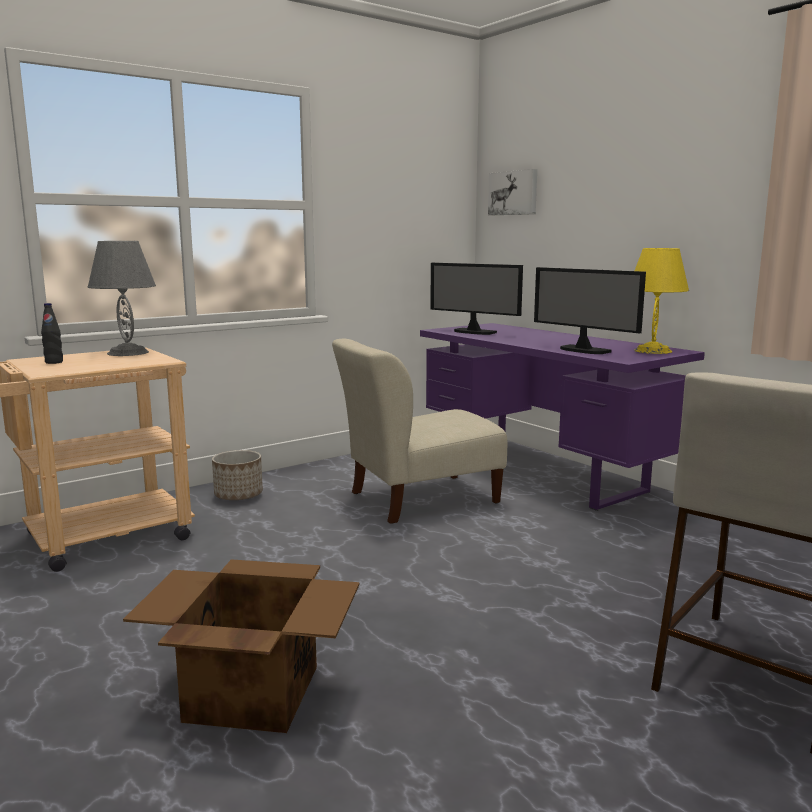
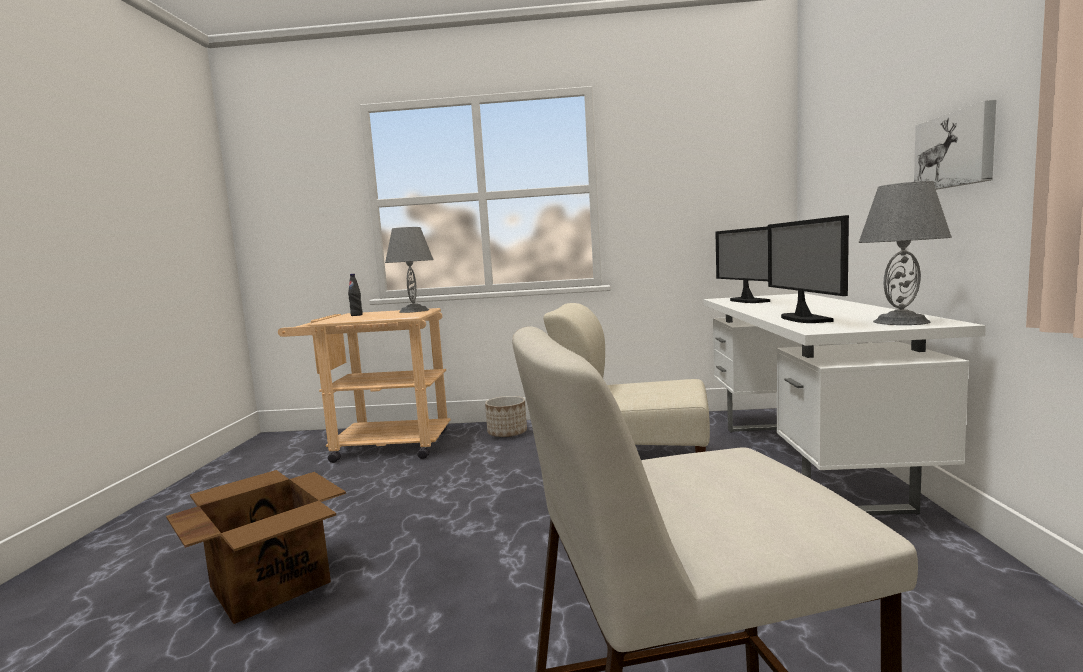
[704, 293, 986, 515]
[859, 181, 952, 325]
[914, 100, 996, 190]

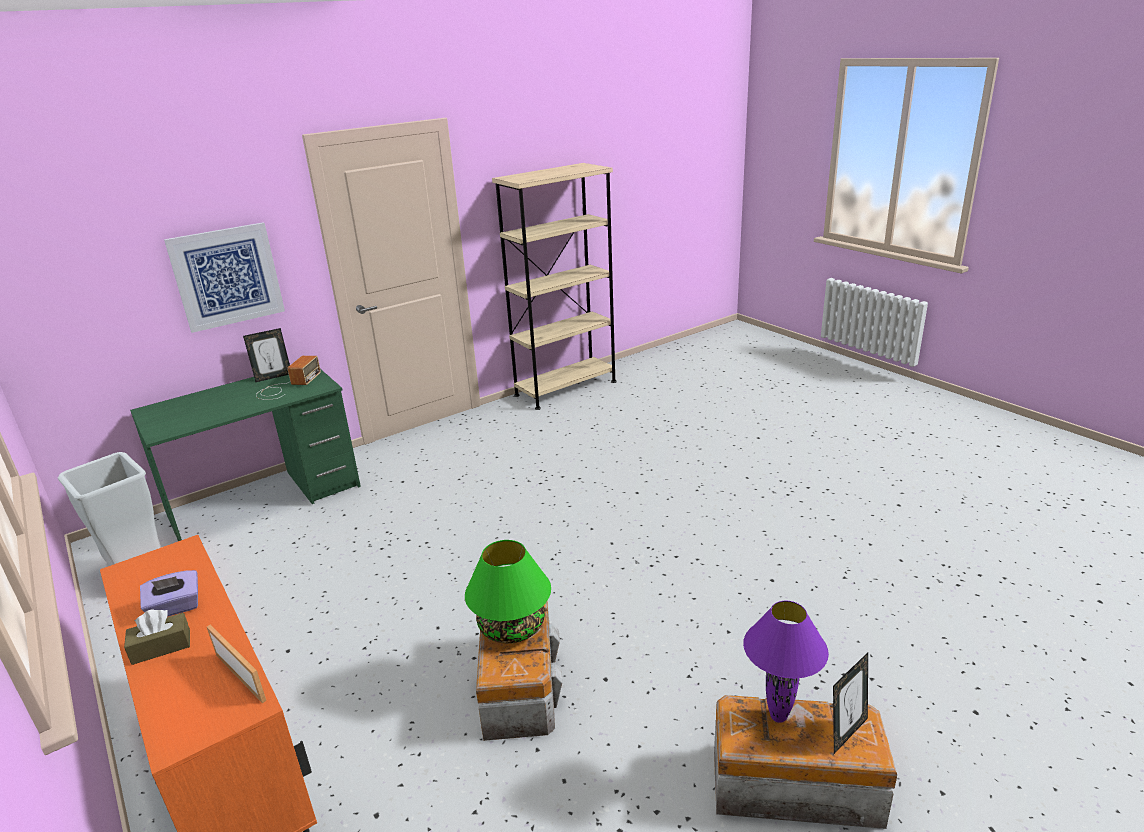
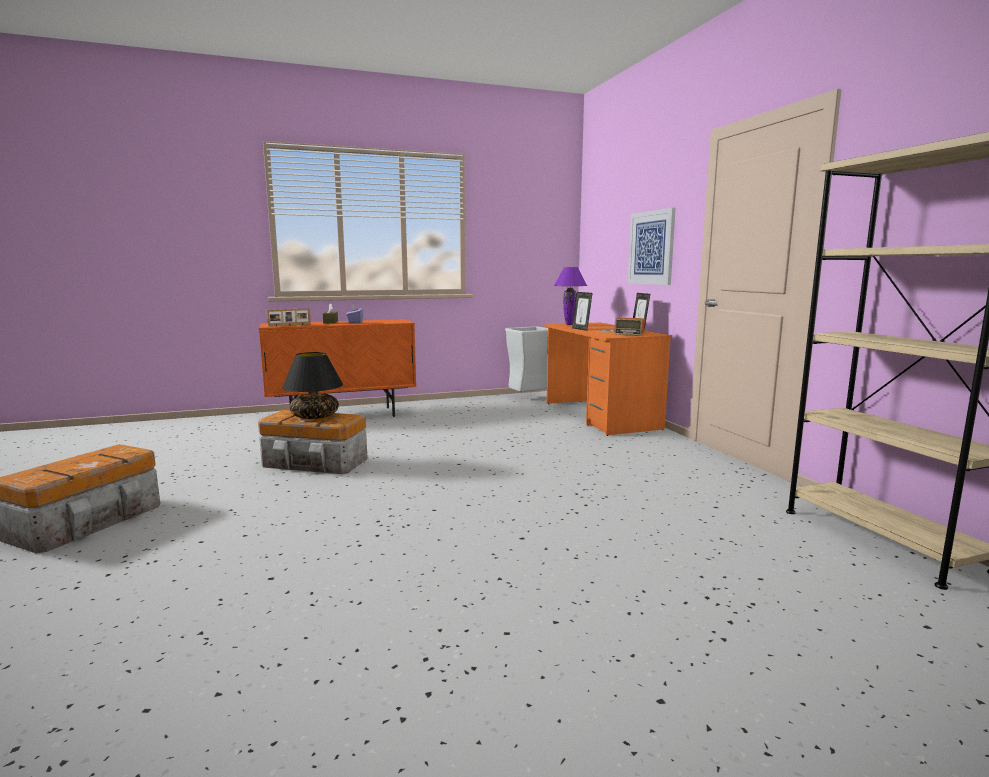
[282, 352, 343, 419]
[544, 322, 672, 436]
[554, 267, 587, 325]
[572, 292, 592, 331]

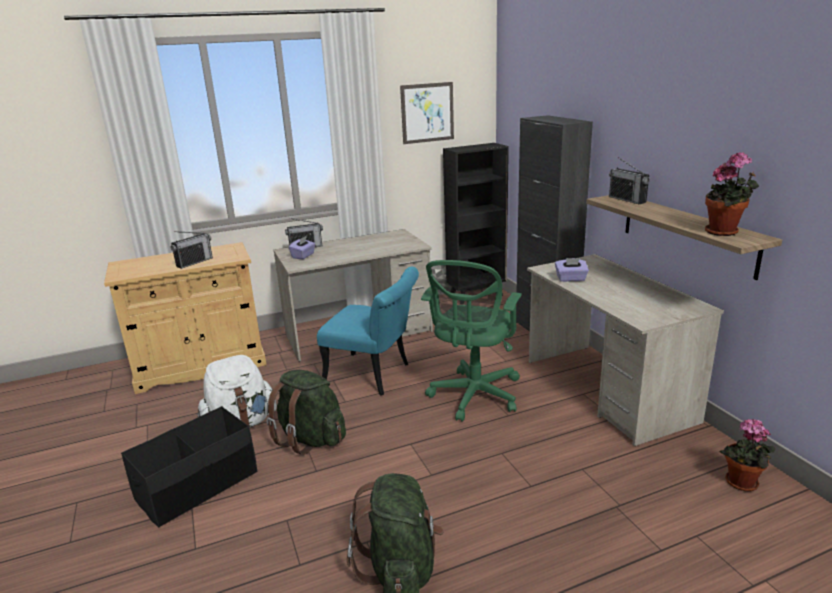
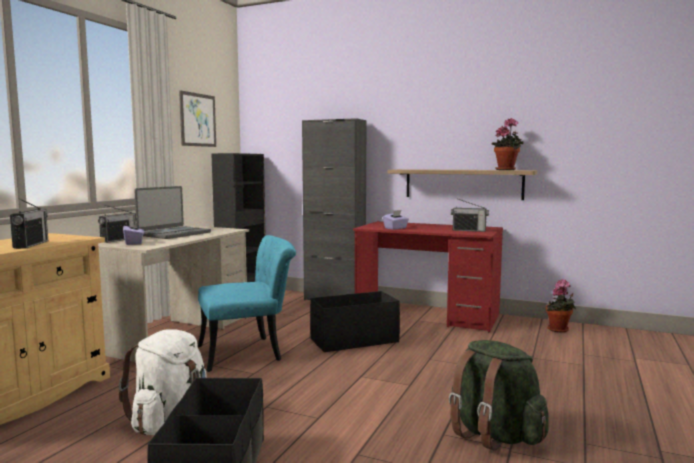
[134, 186, 211, 239]
[310, 291, 400, 353]
[353, 221, 503, 332]
[451, 198, 489, 232]
[267, 370, 346, 455] (first image)

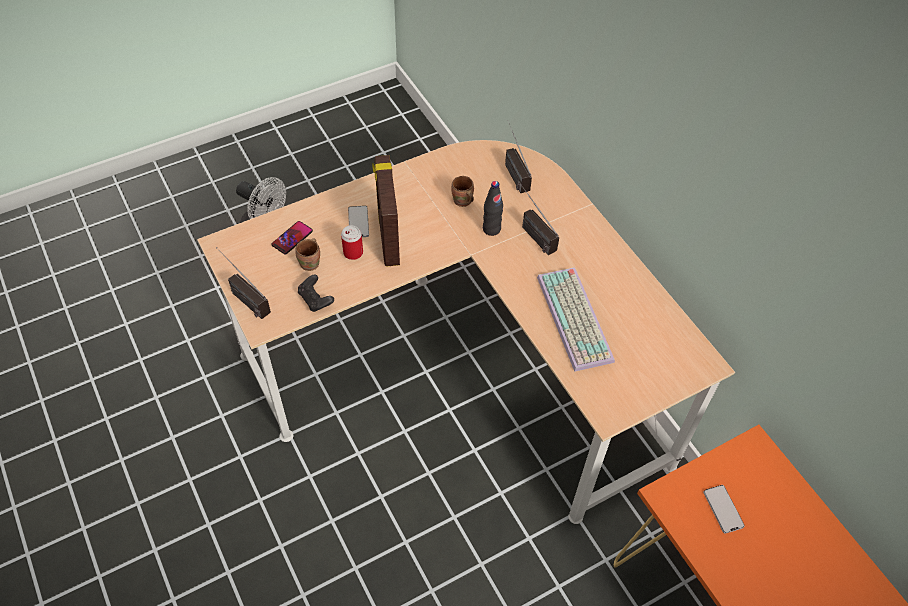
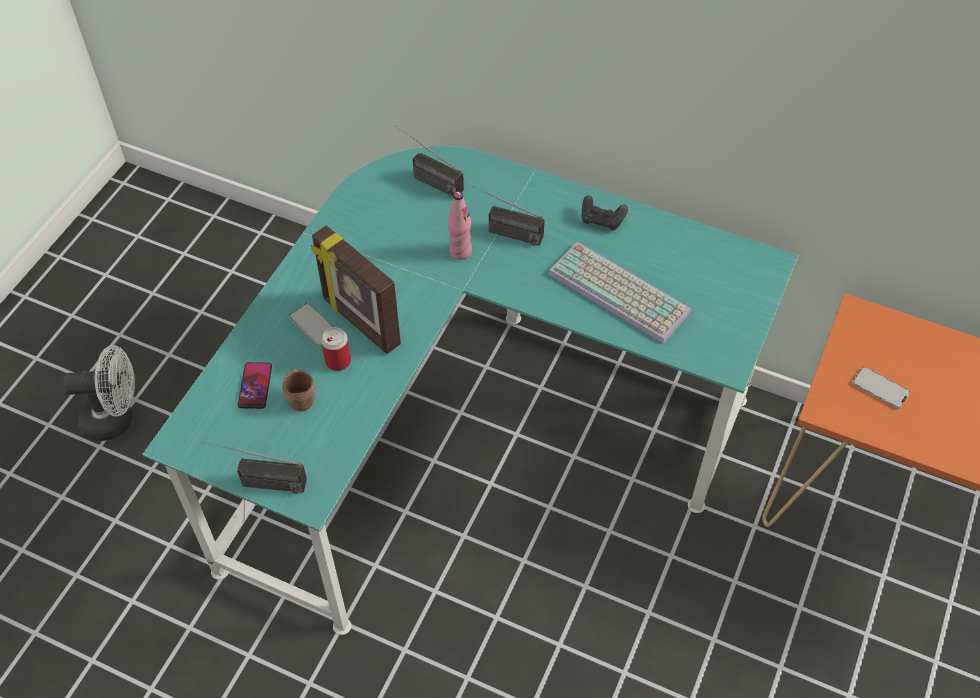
[142, 146, 798, 635]
[448, 192, 472, 260]
[582, 196, 628, 231]
[451, 176, 474, 207] (first image)

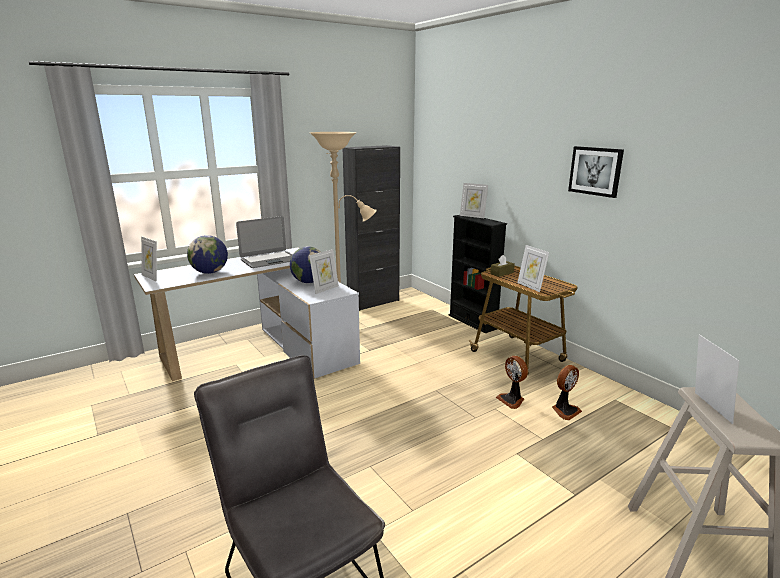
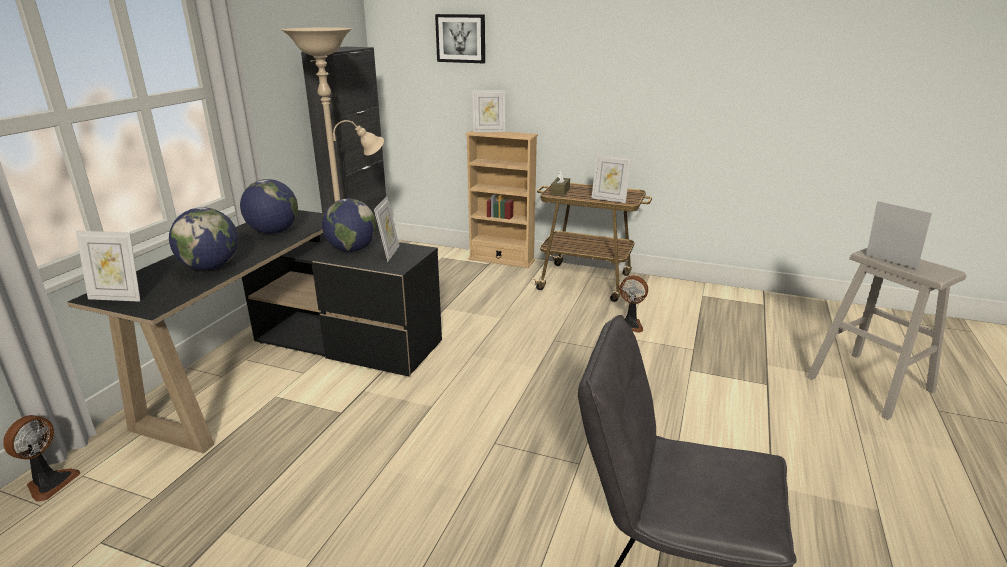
[3, 415, 80, 502]
[67, 210, 442, 454]
[240, 179, 298, 234]
[435, 14, 485, 63]
[465, 130, 538, 268]

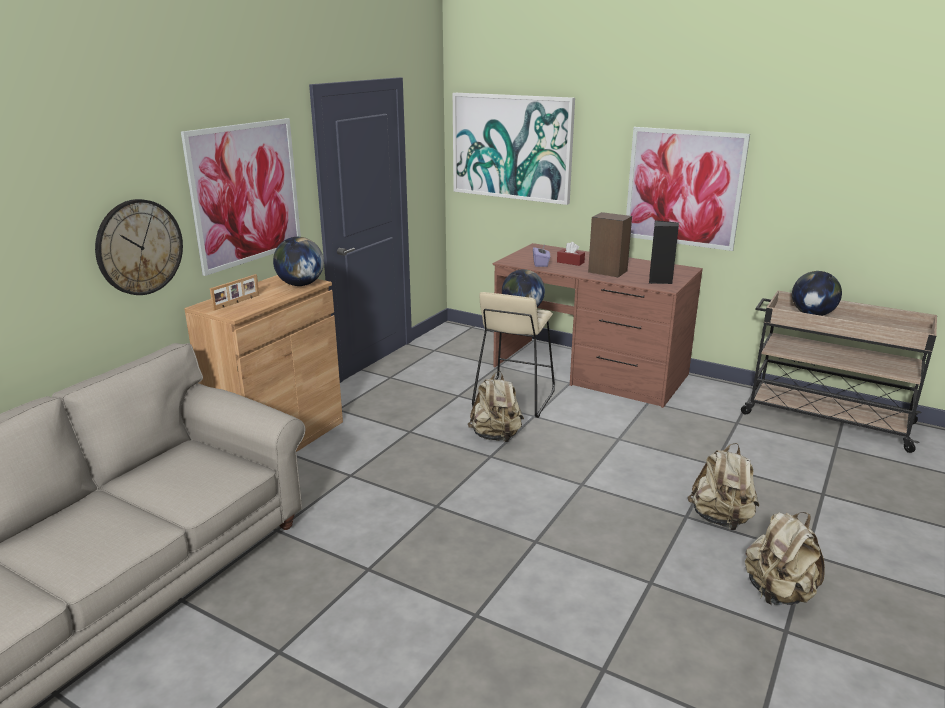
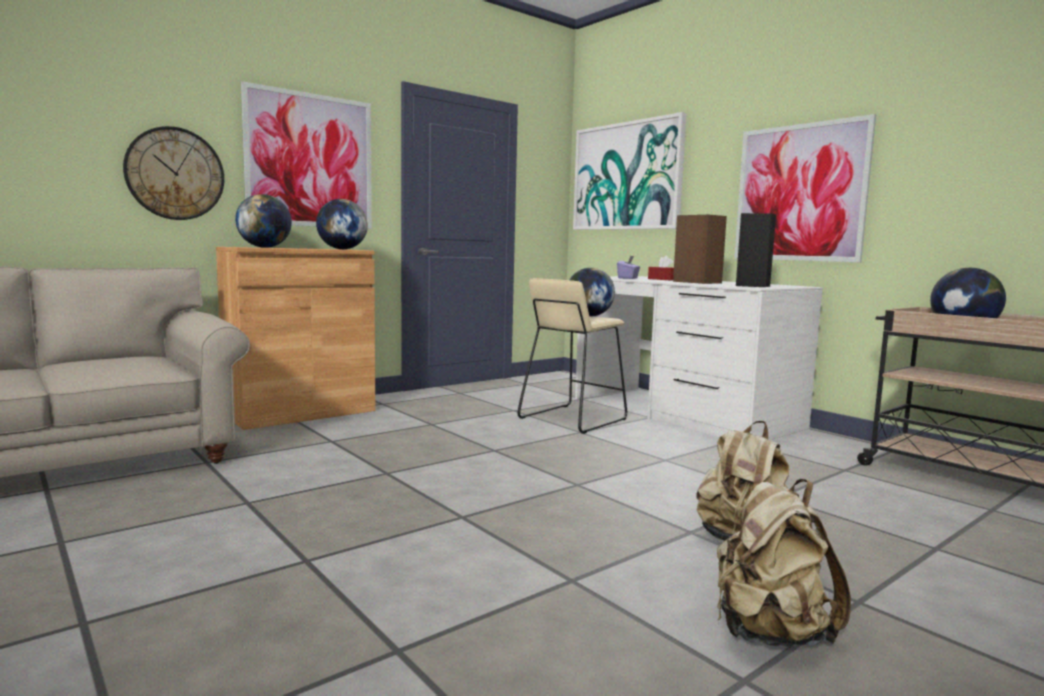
[235, 194, 292, 248]
[575, 276, 823, 440]
[468, 371, 524, 442] (first image)

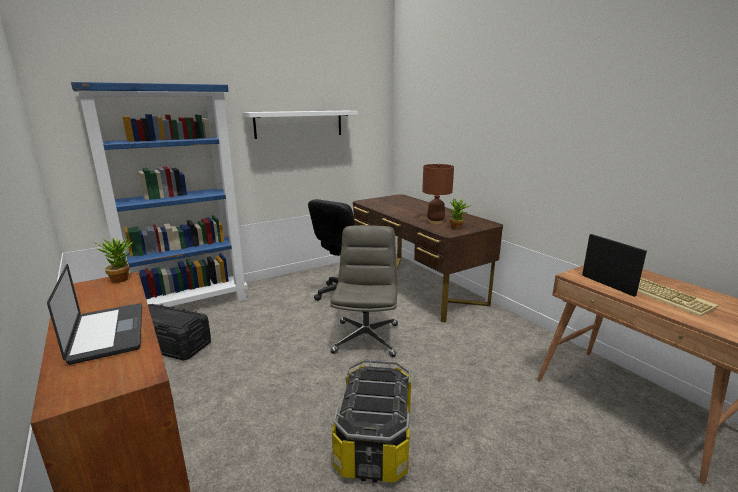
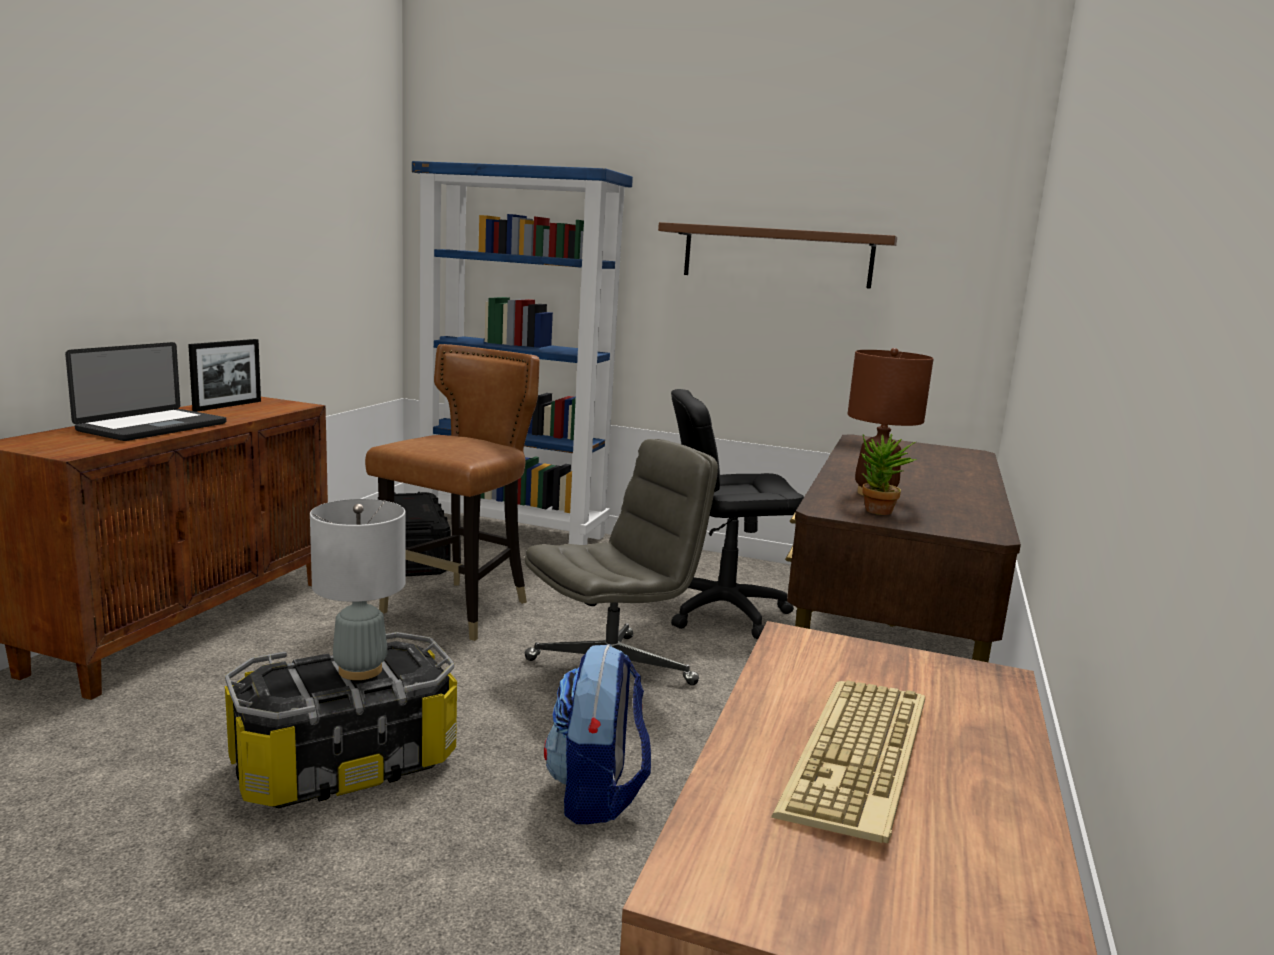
[188, 339, 261, 412]
[310, 499, 405, 680]
[365, 344, 540, 641]
[544, 644, 651, 824]
[658, 222, 897, 289]
[92, 237, 133, 283] (first image)

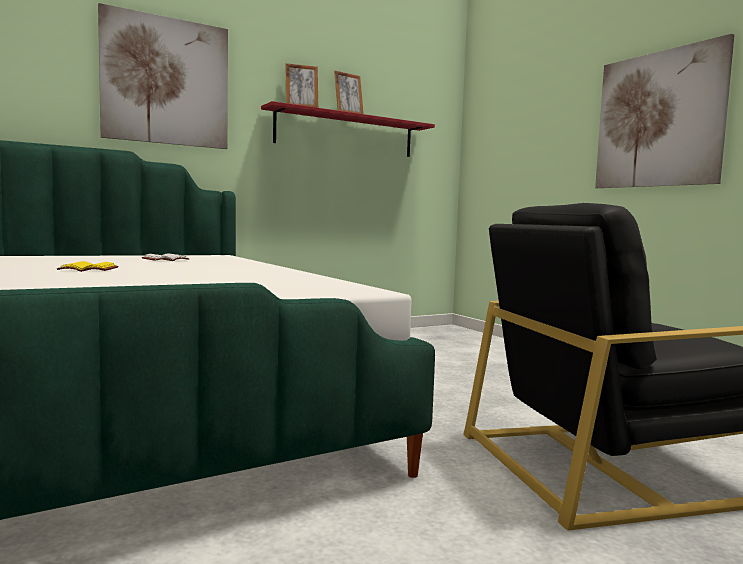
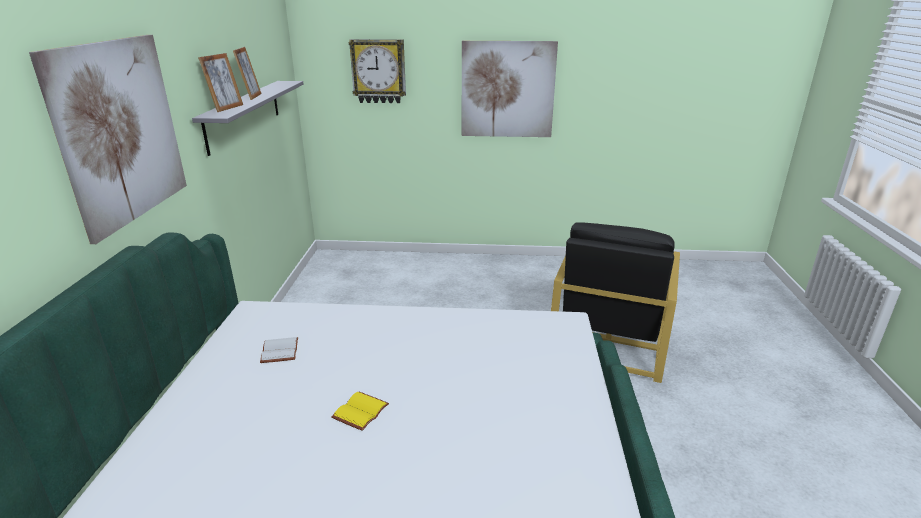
[192, 81, 303, 156]
[349, 39, 406, 103]

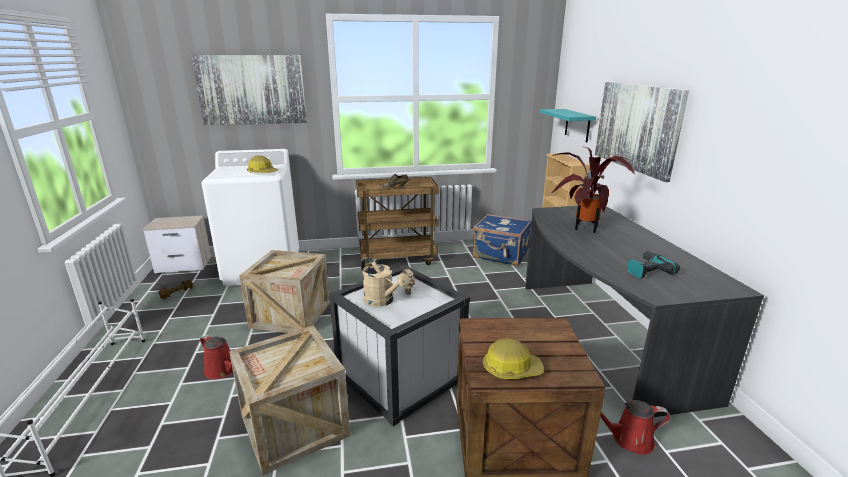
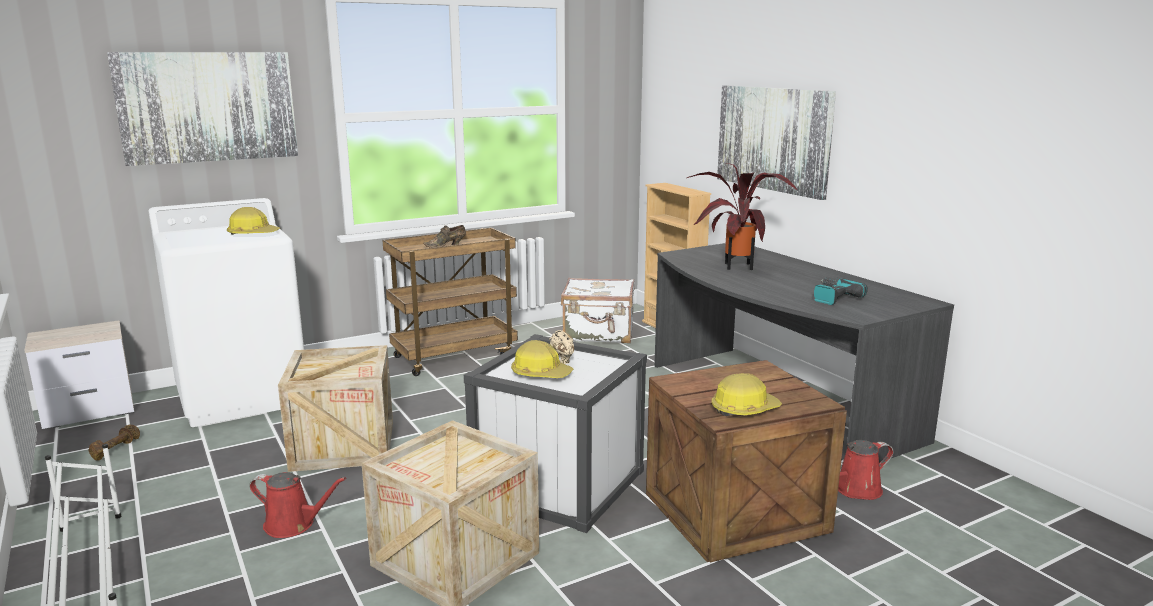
[511, 340, 573, 378]
[561, 278, 634, 343]
[540, 109, 596, 143] (first image)

